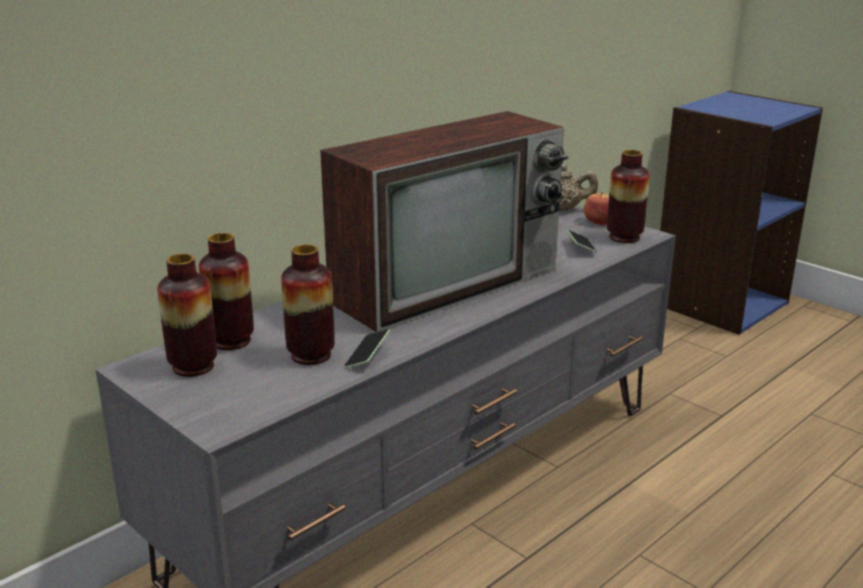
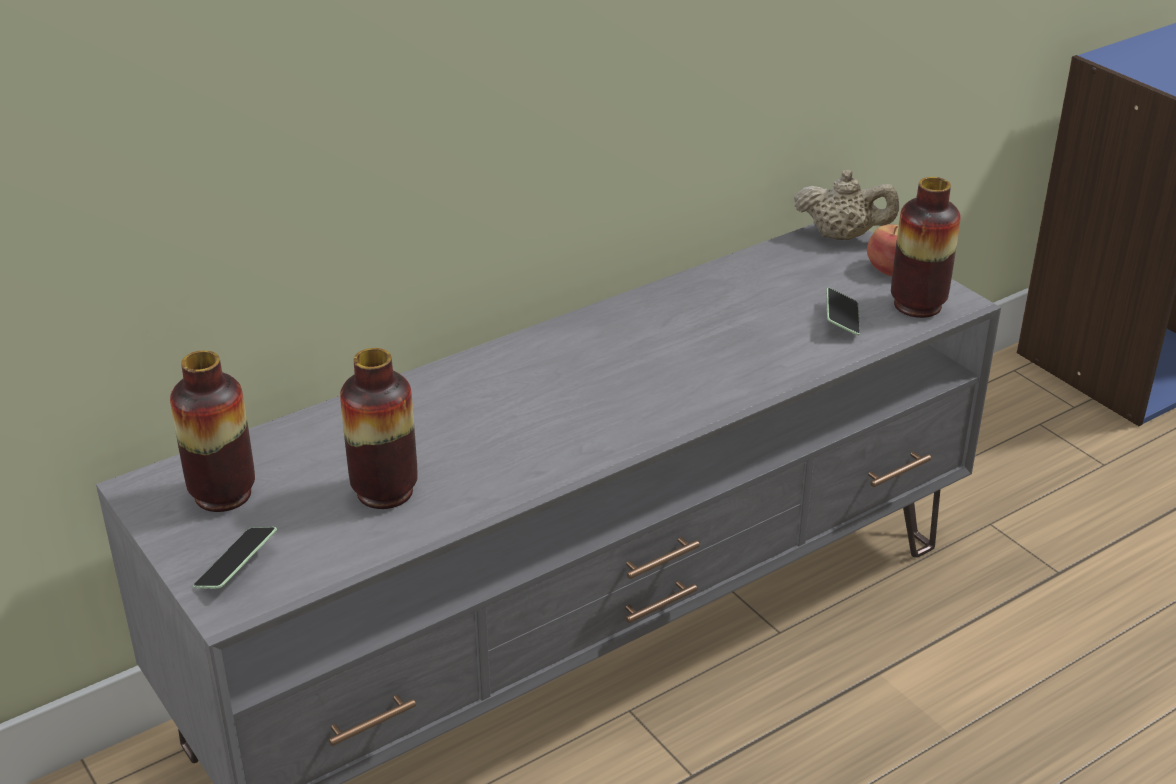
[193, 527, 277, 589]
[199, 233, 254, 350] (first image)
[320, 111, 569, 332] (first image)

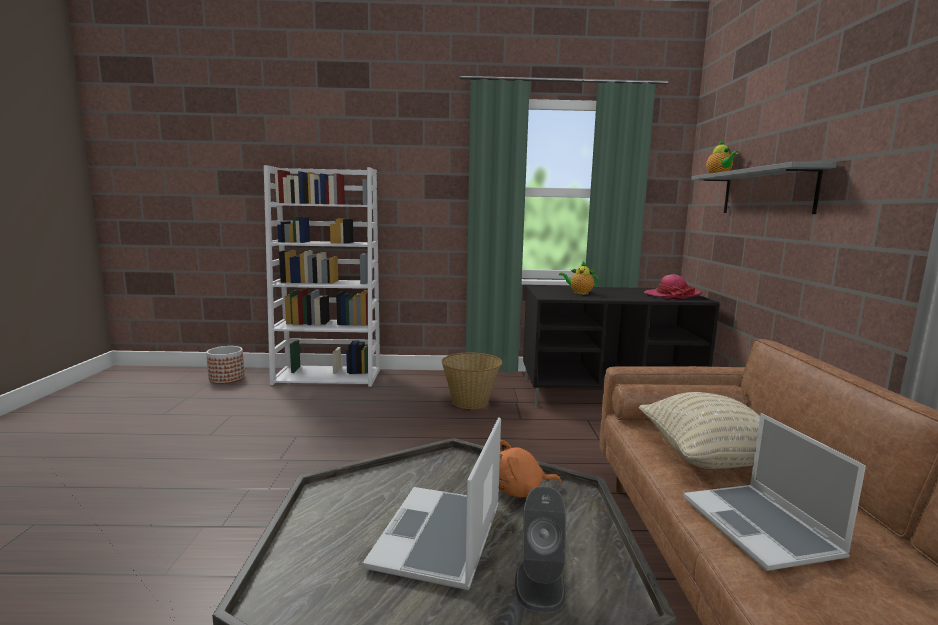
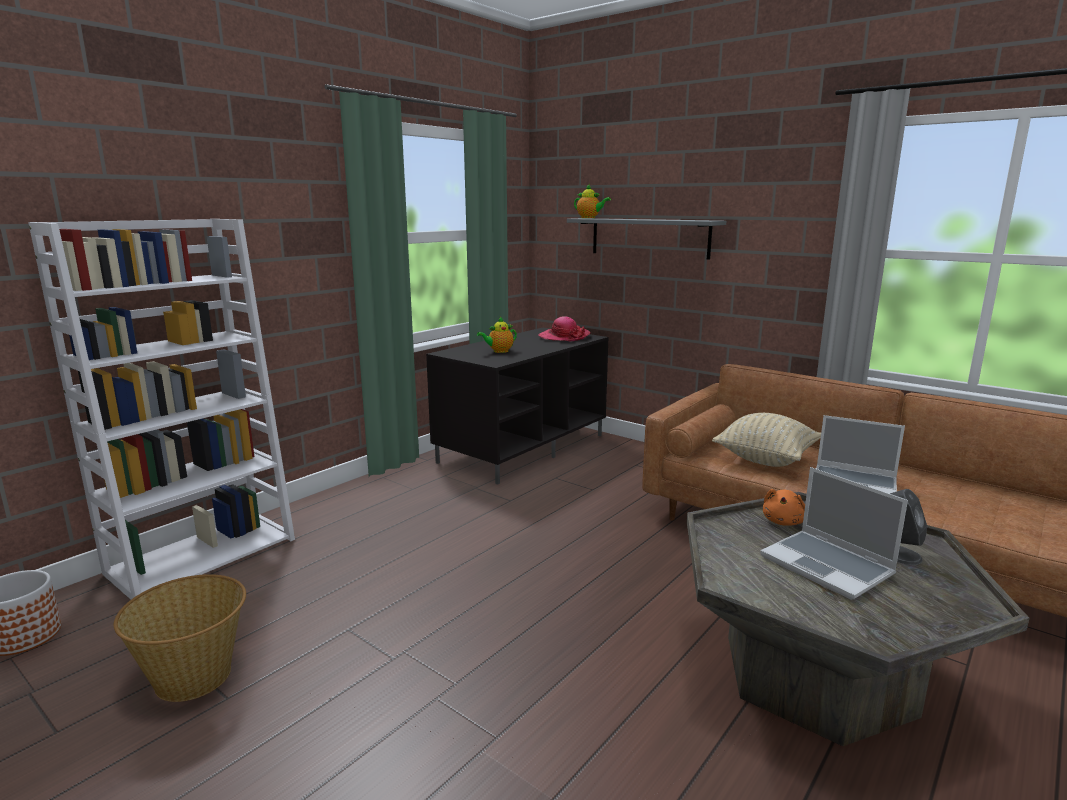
[114, 574, 246, 702]

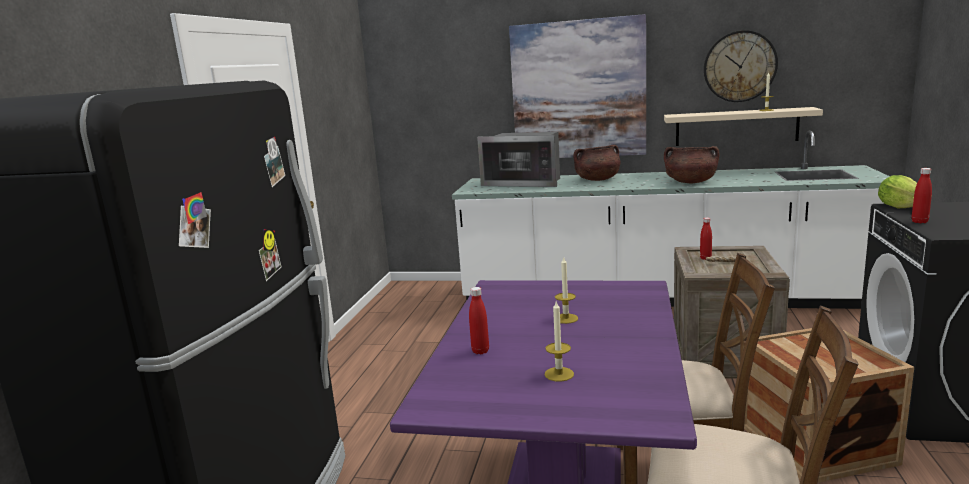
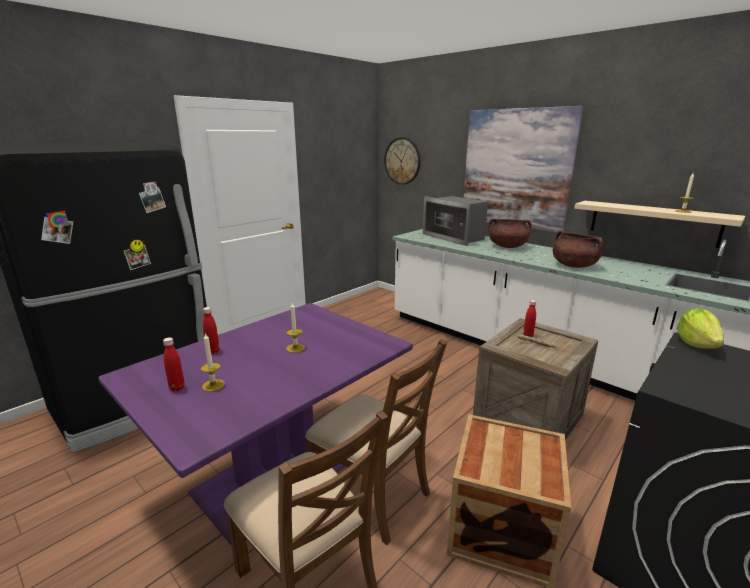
[163, 337, 185, 392]
[384, 137, 421, 185]

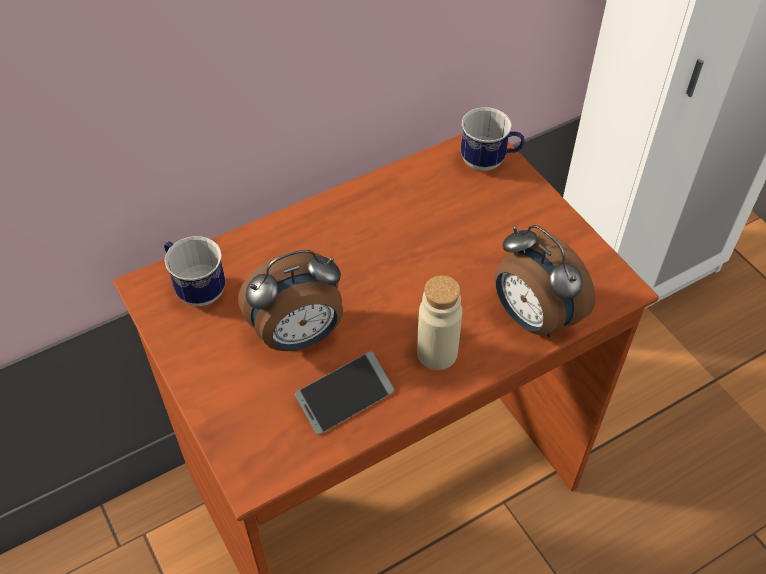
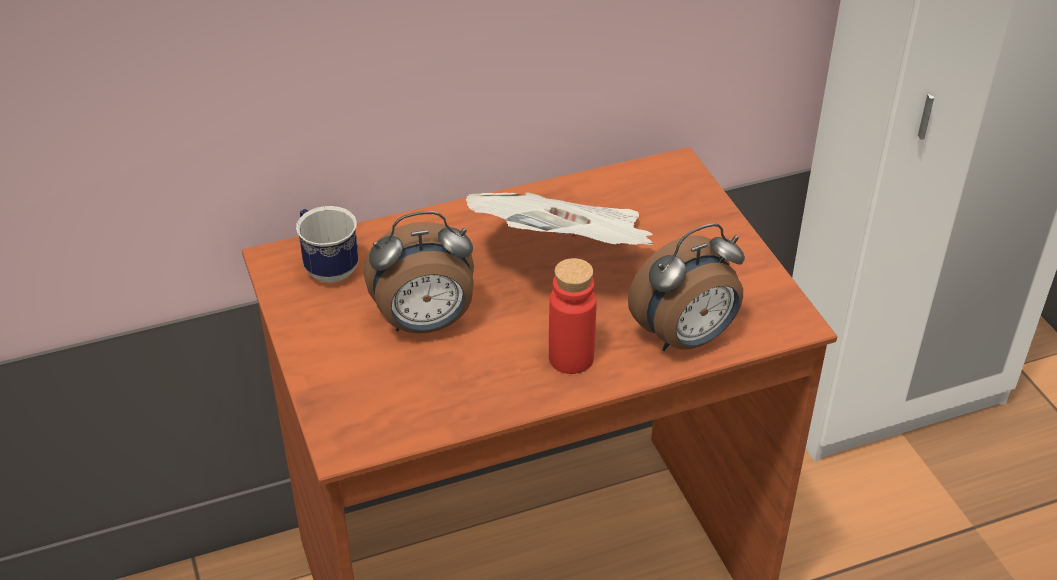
[466, 192, 654, 245]
[549, 258, 597, 374]
[628, 223, 745, 351]
[295, 352, 394, 434] (first image)
[461, 107, 525, 171] (first image)

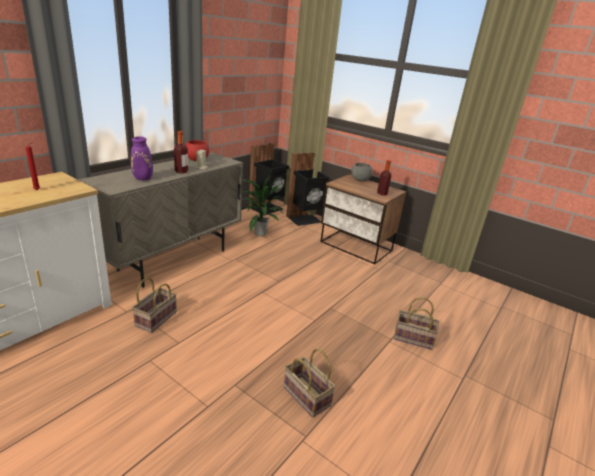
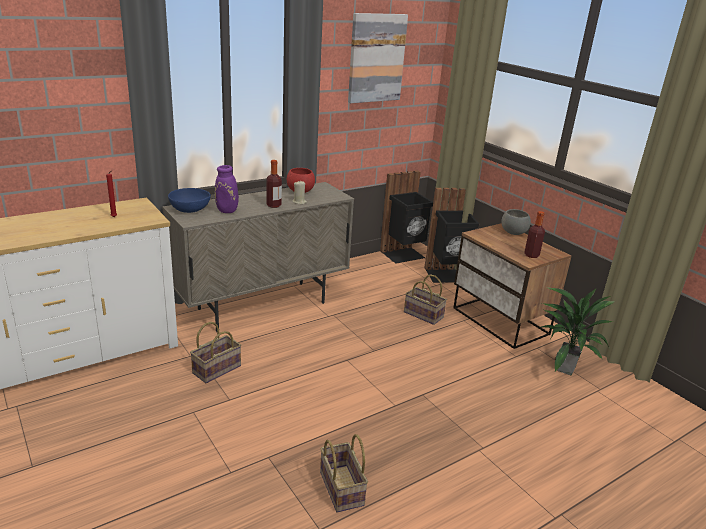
[168, 188, 211, 213]
[348, 13, 408, 103]
[404, 274, 447, 325]
[542, 287, 615, 375]

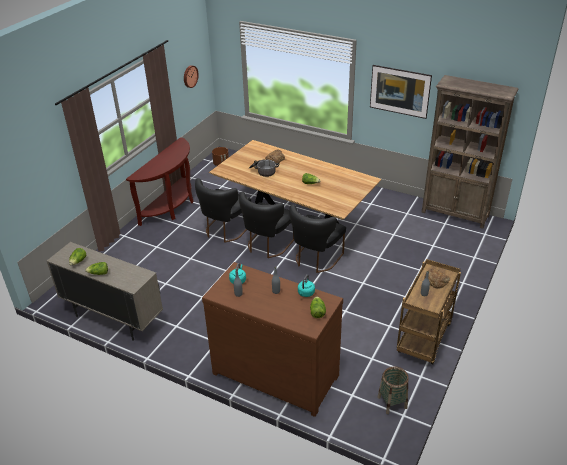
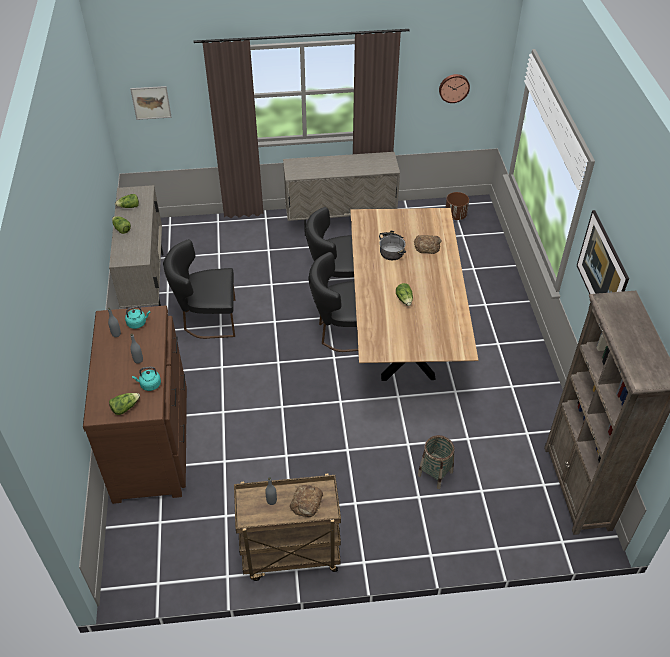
[130, 86, 171, 120]
[163, 239, 236, 339]
[283, 152, 400, 236]
[418, 435, 454, 489]

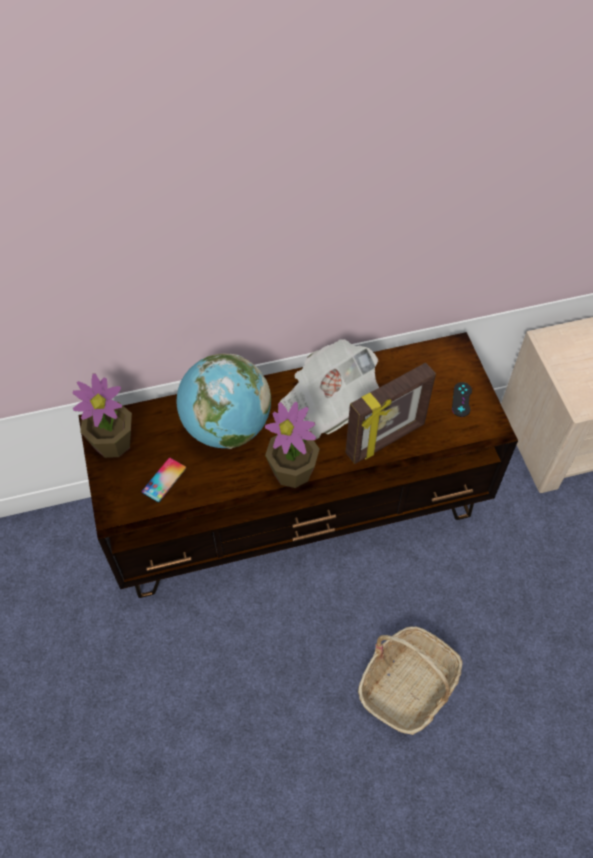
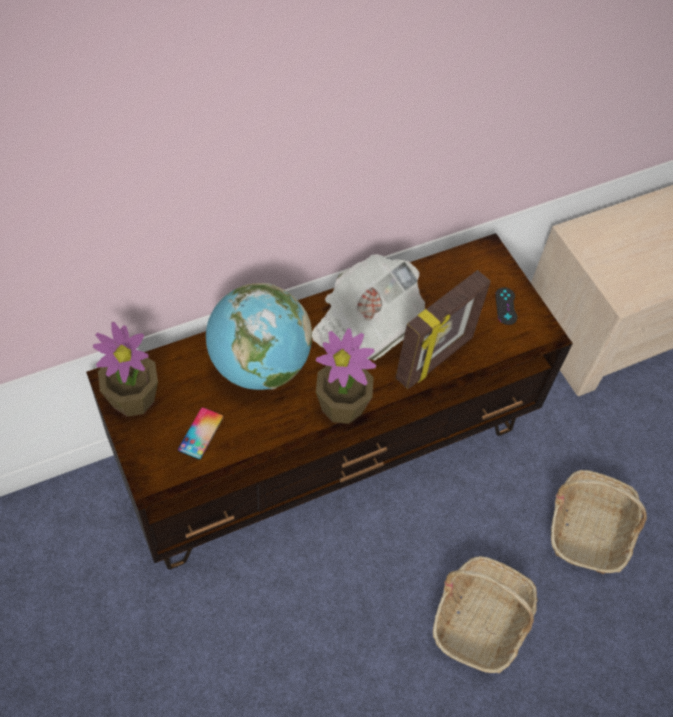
[551, 470, 647, 574]

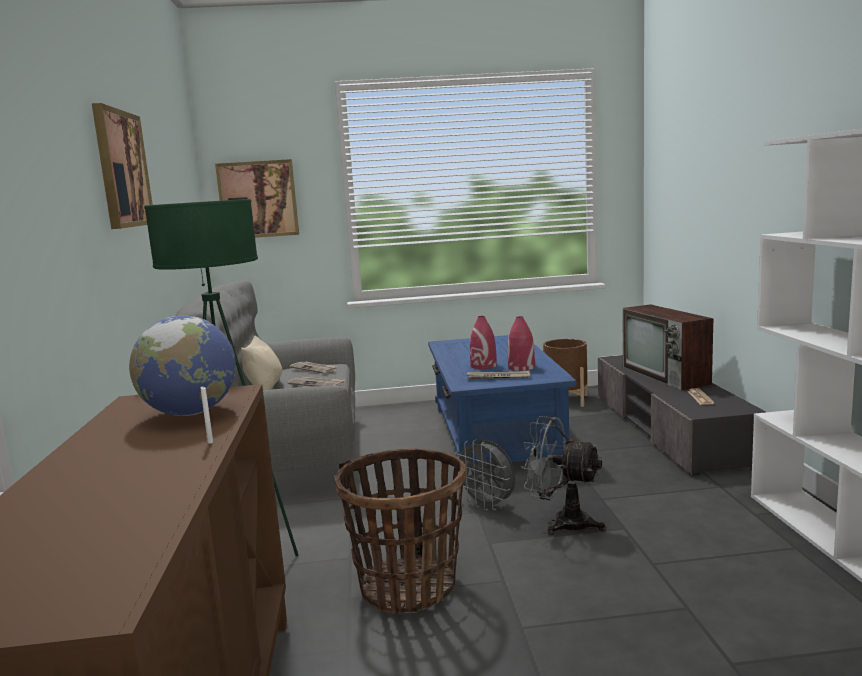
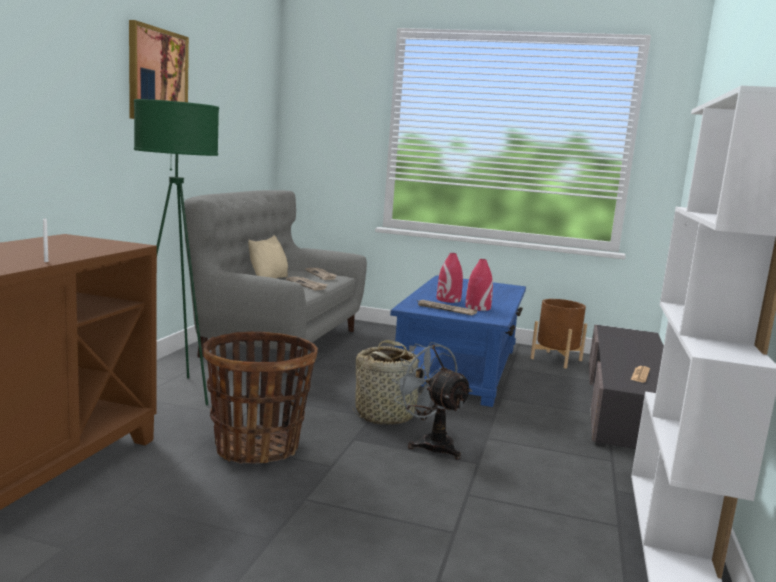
[353, 340, 424, 425]
[129, 316, 236, 416] (first image)
[215, 159, 299, 238] (first image)
[623, 304, 713, 390] (first image)

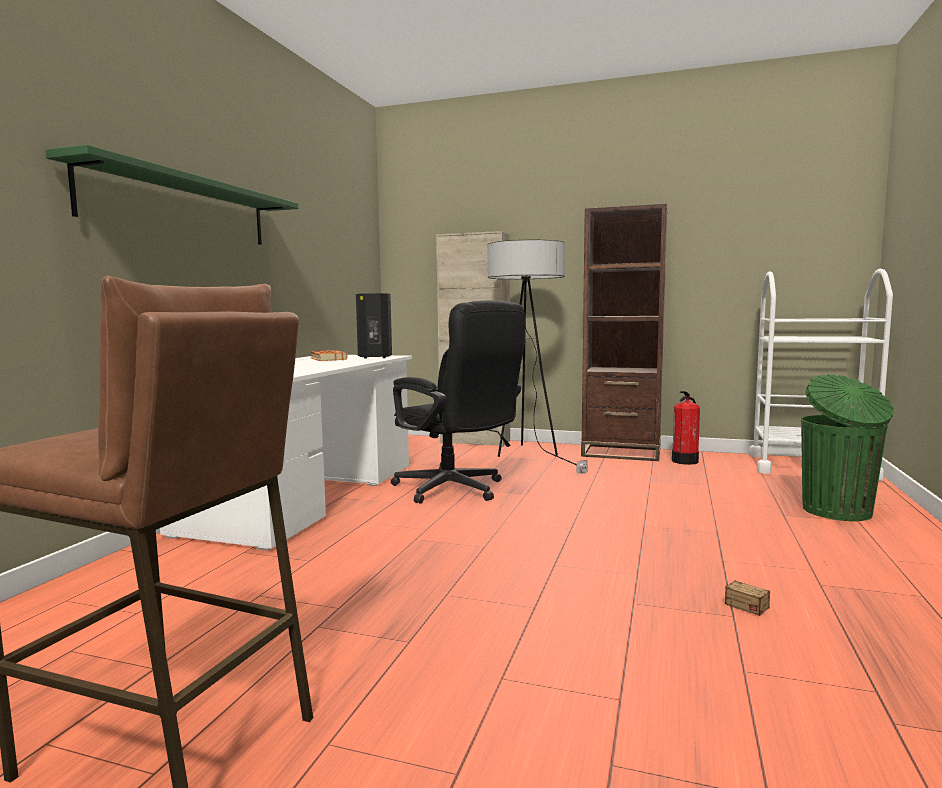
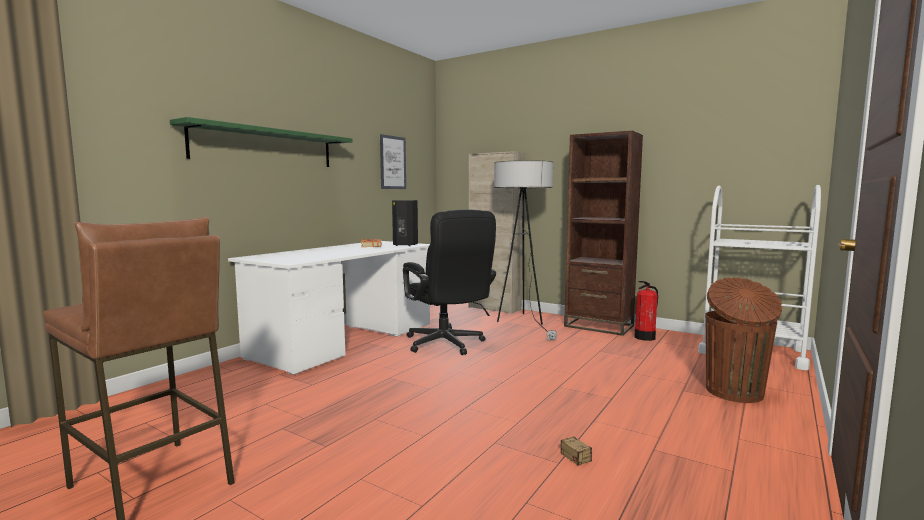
[380, 134, 406, 189]
[705, 277, 782, 403]

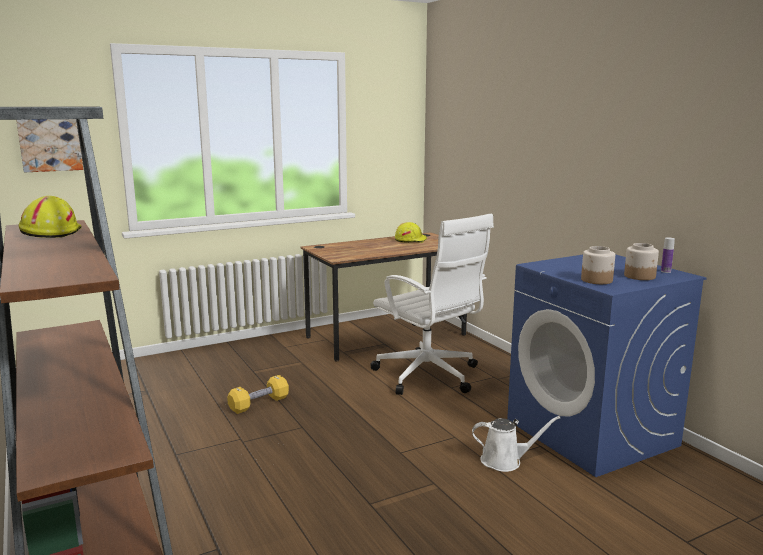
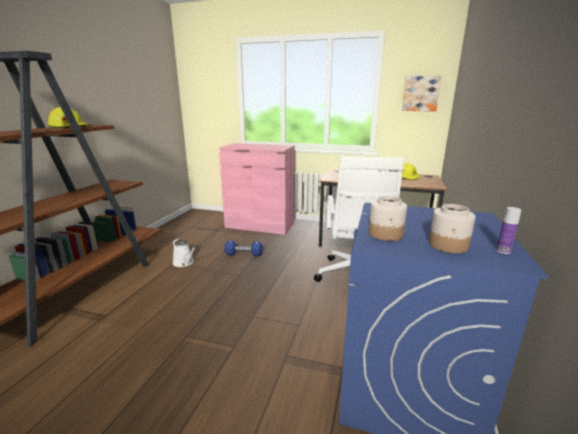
[173, 238, 196, 267]
[219, 143, 295, 235]
[225, 241, 263, 256]
[402, 76, 441, 111]

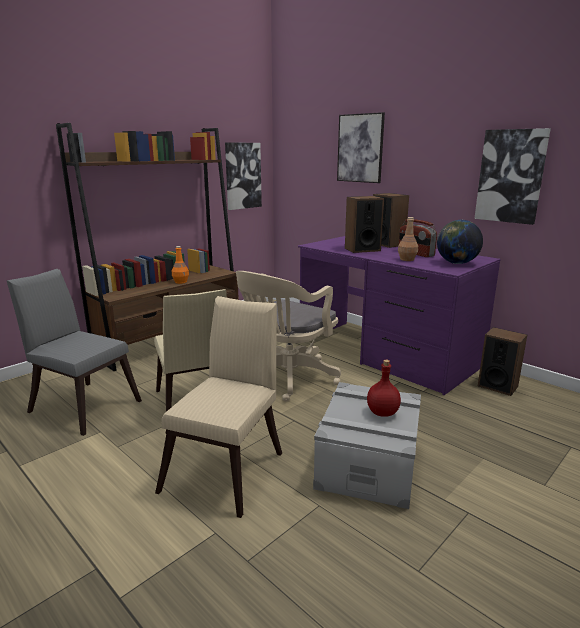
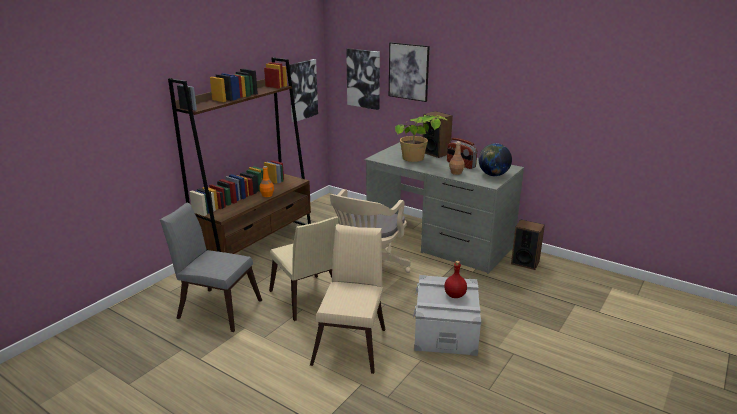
[346, 48, 380, 110]
[365, 142, 524, 274]
[395, 115, 447, 162]

